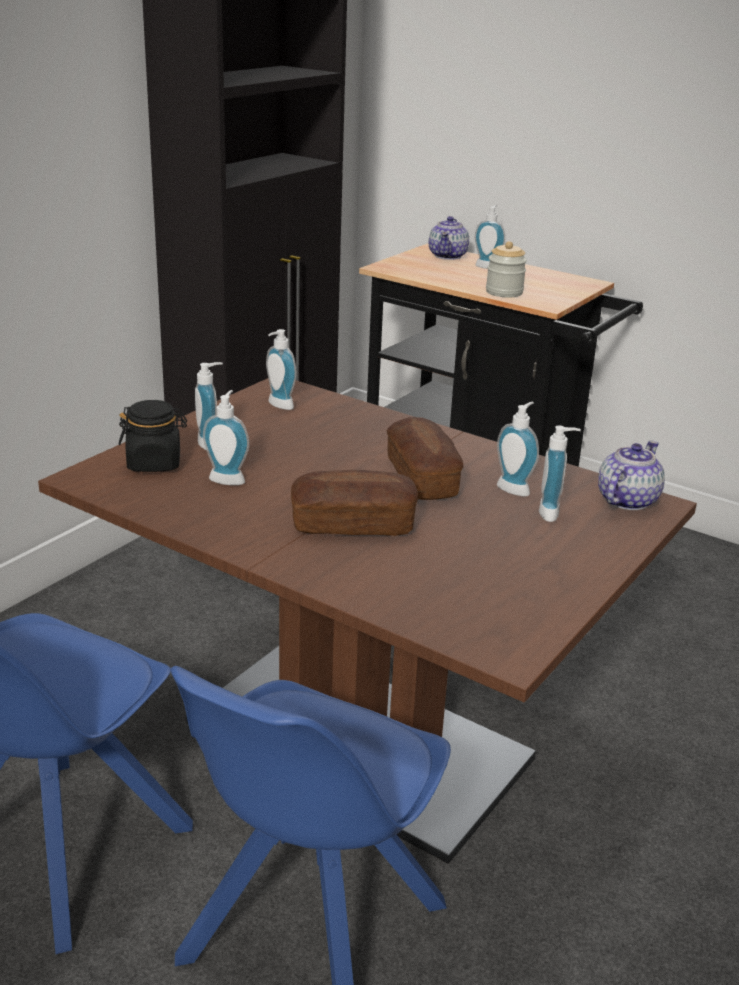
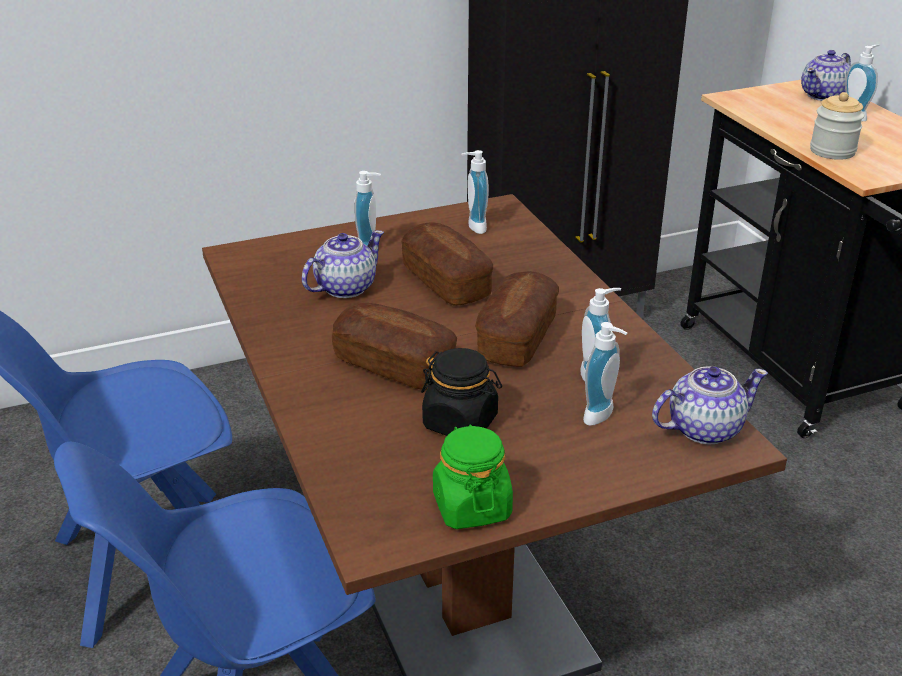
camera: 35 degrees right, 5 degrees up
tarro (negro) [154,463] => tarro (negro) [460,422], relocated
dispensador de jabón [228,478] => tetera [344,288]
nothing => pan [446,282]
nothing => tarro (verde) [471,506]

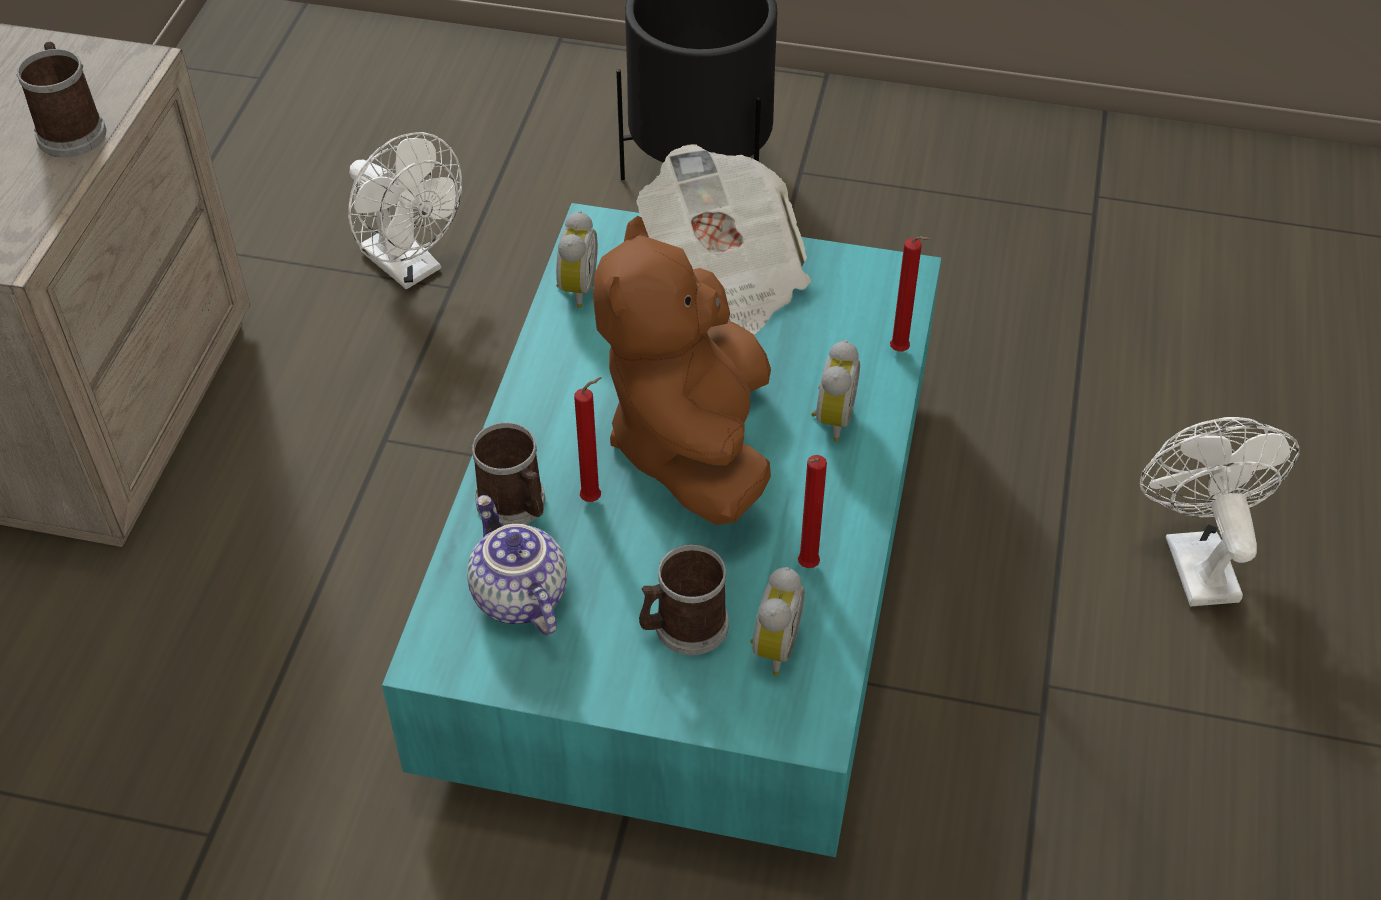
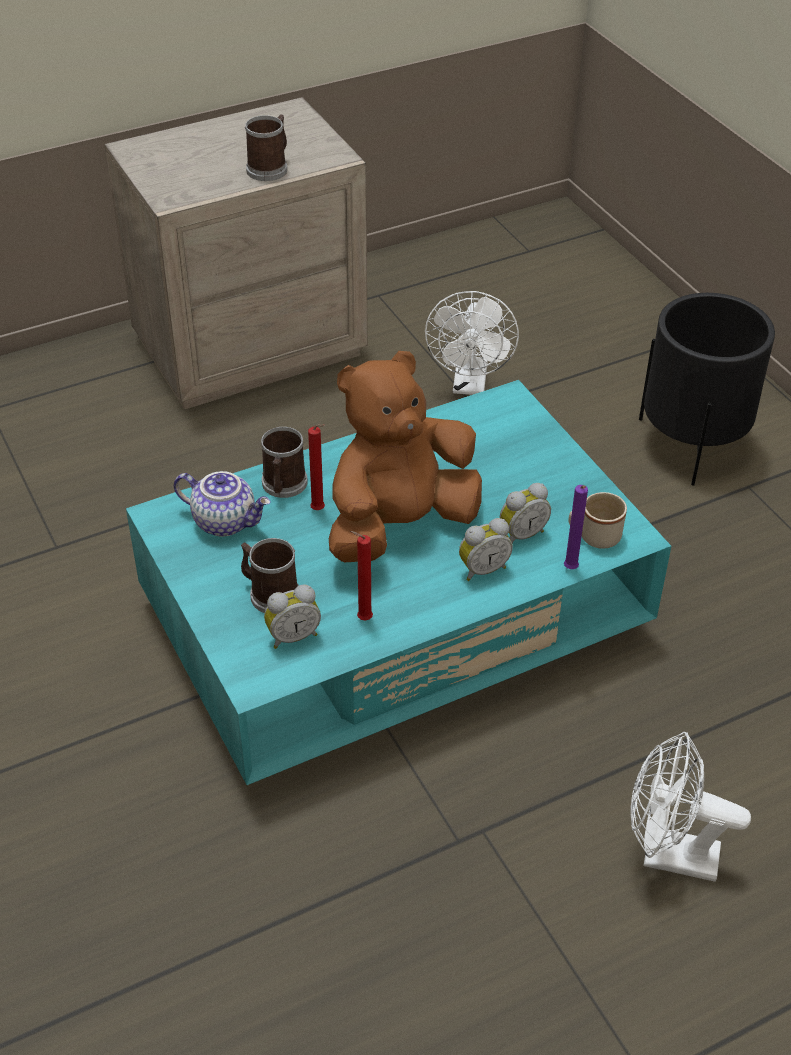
camera: 50 degrees right, 5 degrees down
tetera [517,596] => tetera [226,521], 90 degrees clockwise
despertador [574,288] => despertador [521,534], relocated
periódico [723,277] => nothing
vela (rojo) [901,352] => vela (morado) [570,570]
ventilador (blanco) [1195,558] => ventilador (blanco) [667,855], 120 degrees counterclockwise
nothing => taza grande (beis) [593,537]

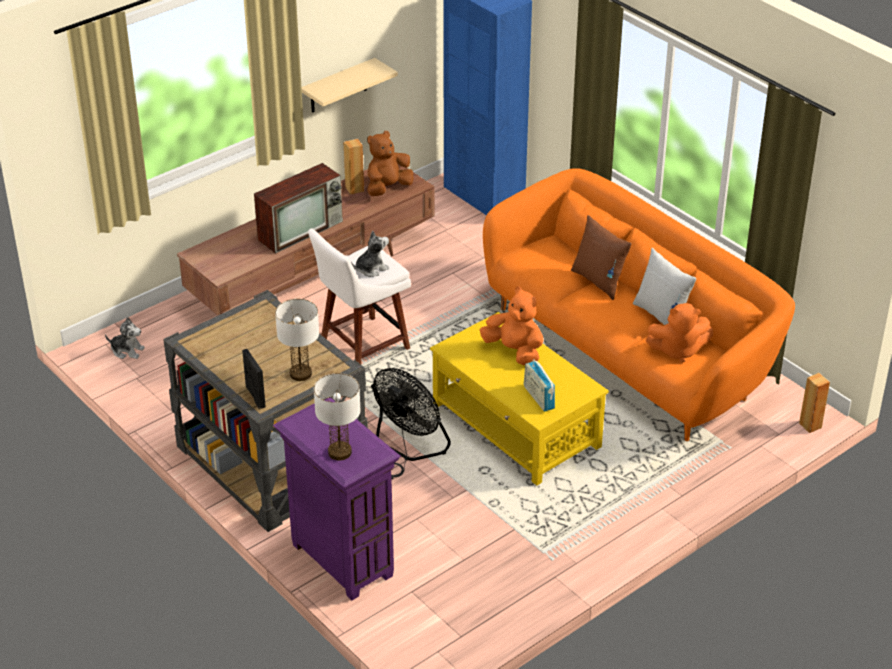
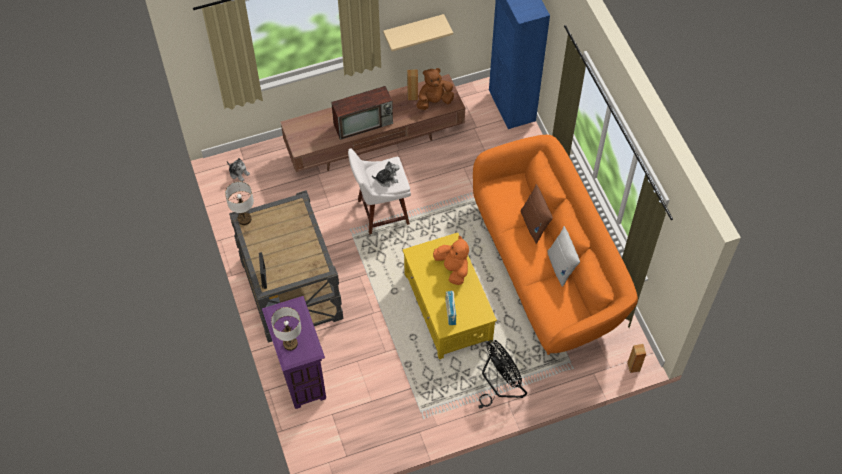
camera: 20 degrees right, 20 degrees up
lámpara de mesa [301,374] => lámpara de mesa [244,219], relocated
ventilador (negro) [403,447] => ventilador (negro) [498,383], relocated
peluche (naranja) [678,350] => nothing

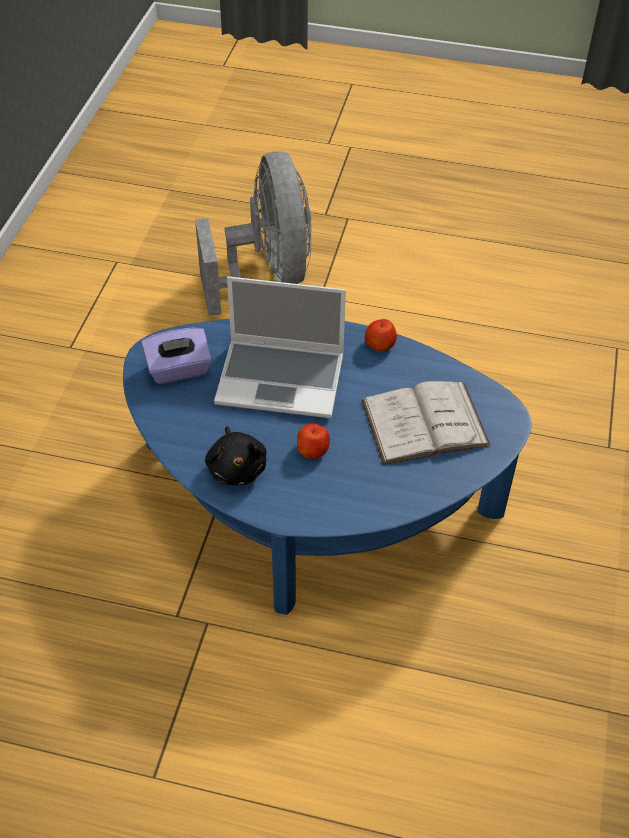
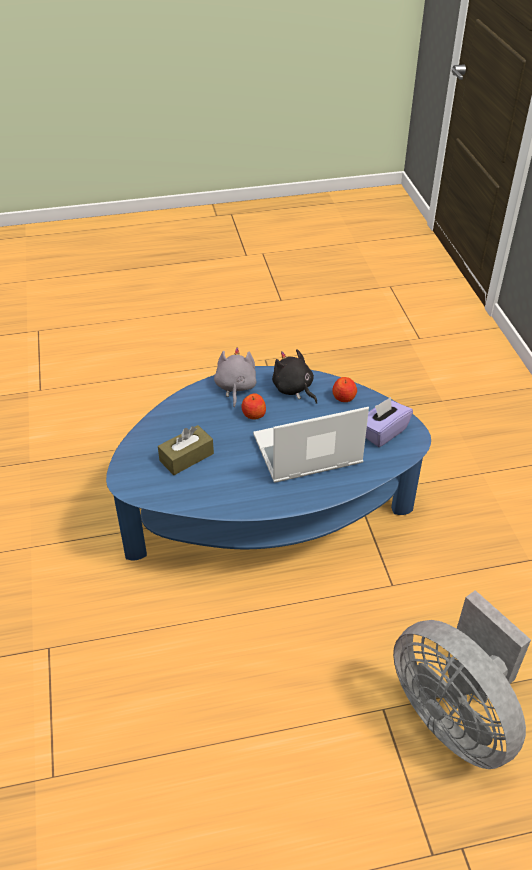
camera: 155 degrees right, 5 degrees down
libro (blanco) [424,423] => caja de pañuelos (marrón) [186,457]
manzana [380,344] => manzana [344,397], relocated
nothing => peluche (gris) [235,387]

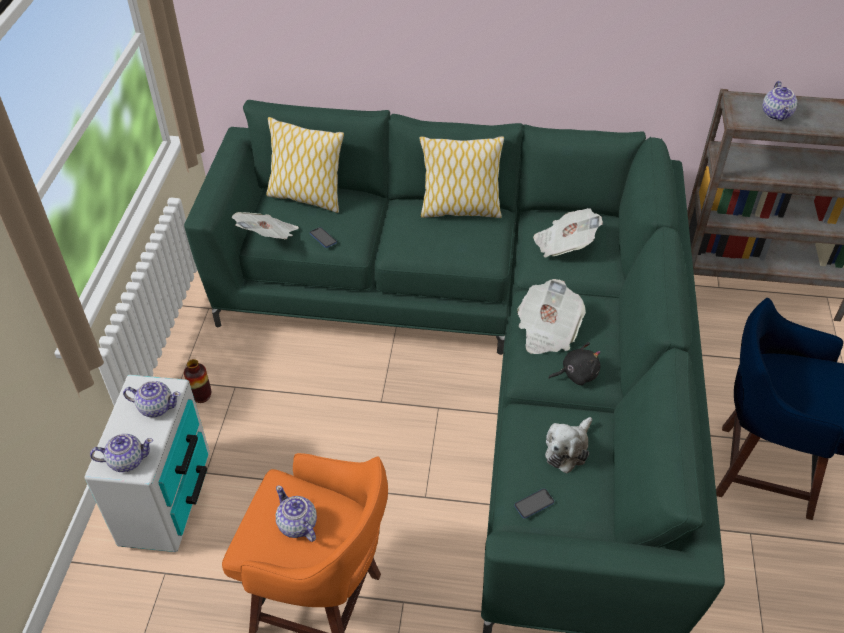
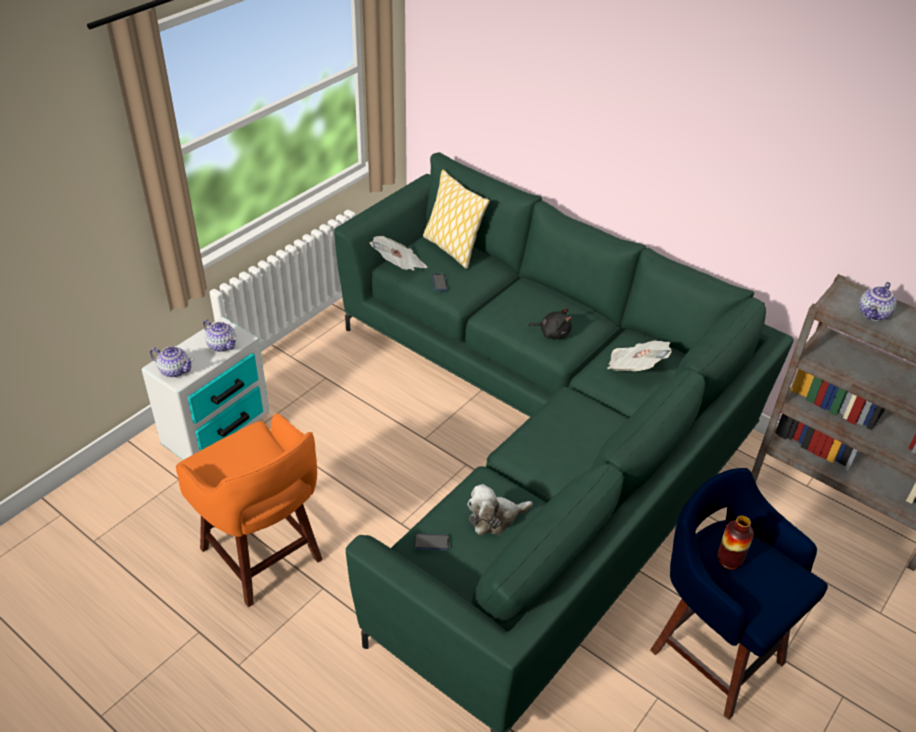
camera: 30 degrees right, 5 degrees down
florero [201,396] => florero [729,561], relocated
tetera [297,525] => nothing
cojín [460,210] => nothing
periódico [547,331] => nothing
peluche (negro) [576,374] => peluche (negro) [552,333], relocated

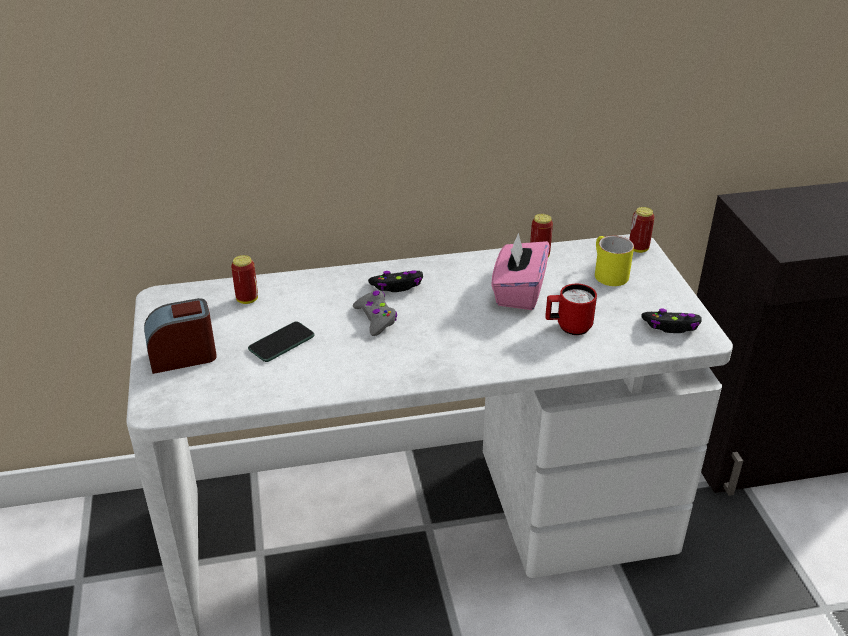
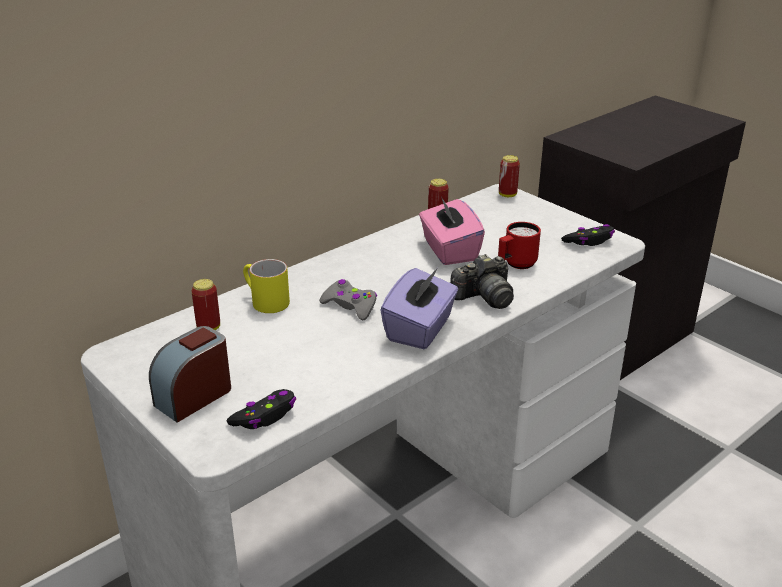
camera: 30 degrees left, 5 degrees down
móvil [281,343] => nothing
mando de consola (negro) [397,286] => mando de consola (negro) [265,416], relocated
taza grande (amarillo) [606,273] => taza grande (amarillo) [264,302], relocated
nothing => caja de pañuelos (morado) [420,329]
nothing => cámara [484,297]

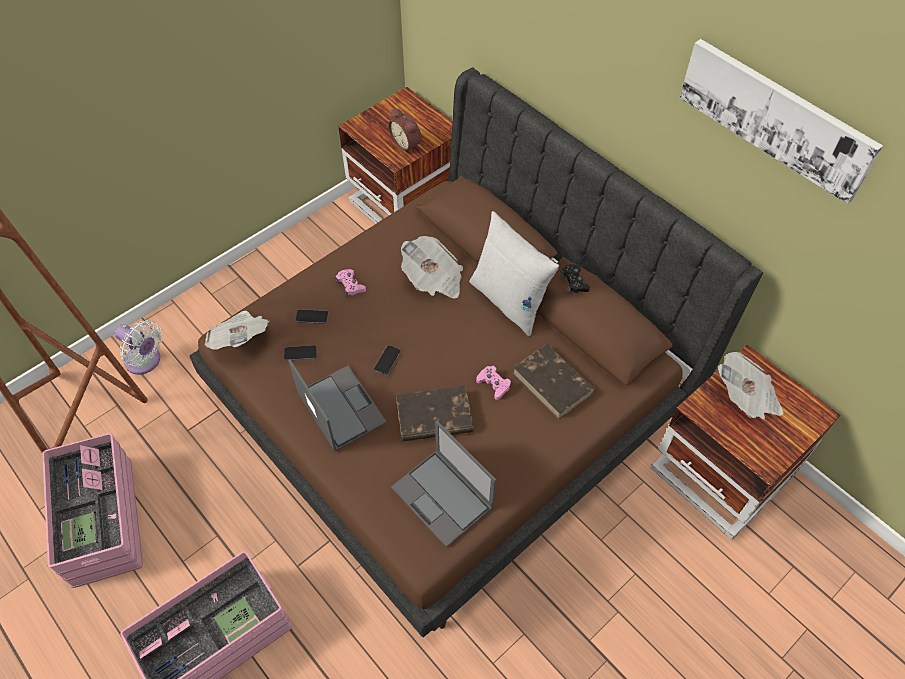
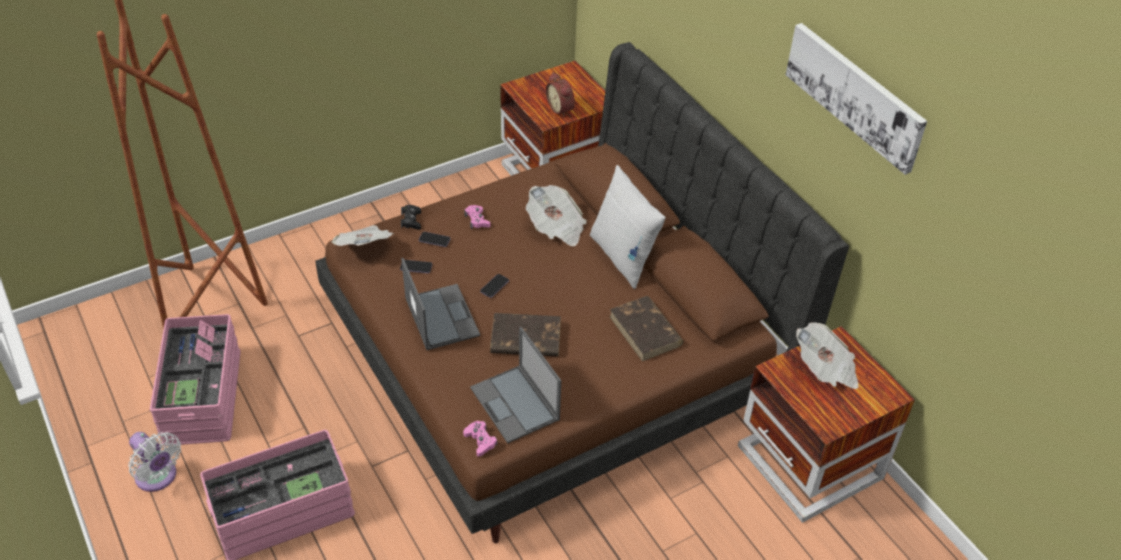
camera: 10 degrees right, 10 degrees down
ventilador (blanco) [145,361] => ventilador (blanco) [158,477], relocated
mando de consola (rosa) [494,384] => mando de consola (rosa) [480,441], relocated
mando de consola (negro) [574,282] => mando de consola (negro) [411,220], relocated

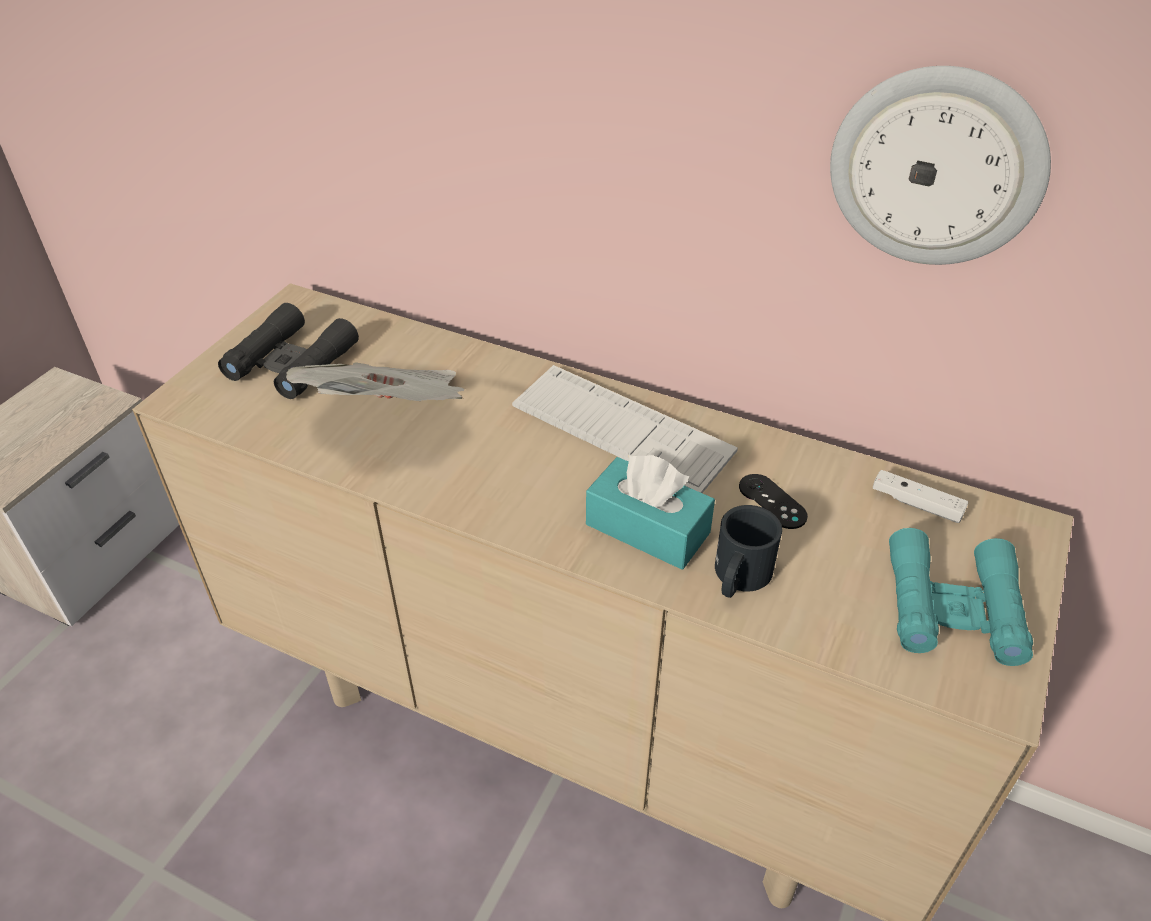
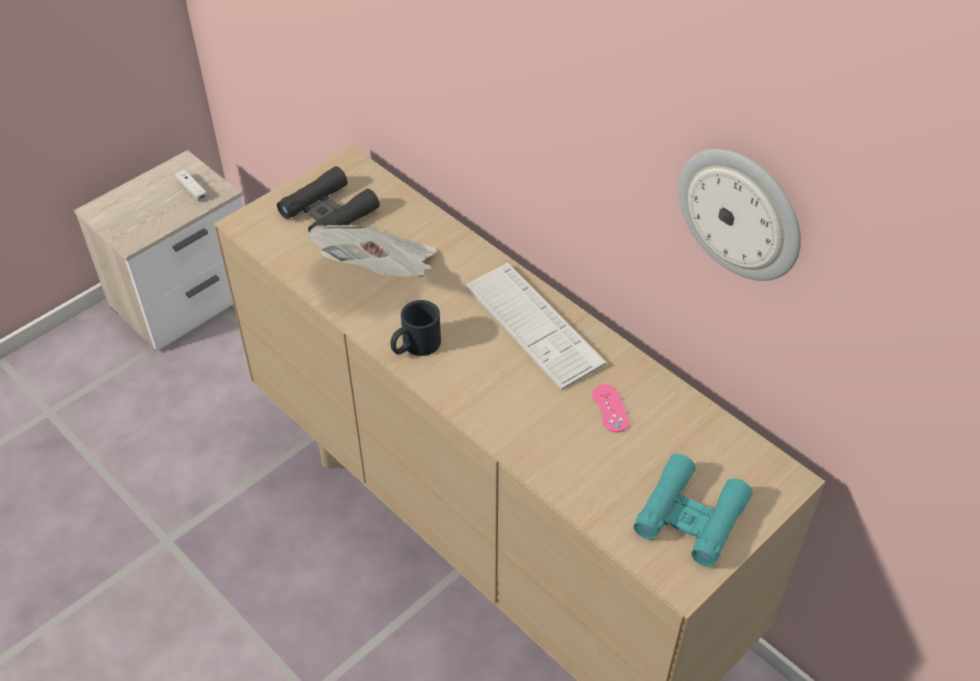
camera: 20 degrees right, 5 degrees up
caja de pañuelos (turquesa) [647,528] => nothing
taza grande (negro) [738,578] => taza grande (negro) [415,346], relocated
mando de consola (negro) [772,501] => mando de consola (rosa) [610,408]
mando de consola (blanco) [916,504] => mando de consola (blanco) [192,189], relocated

